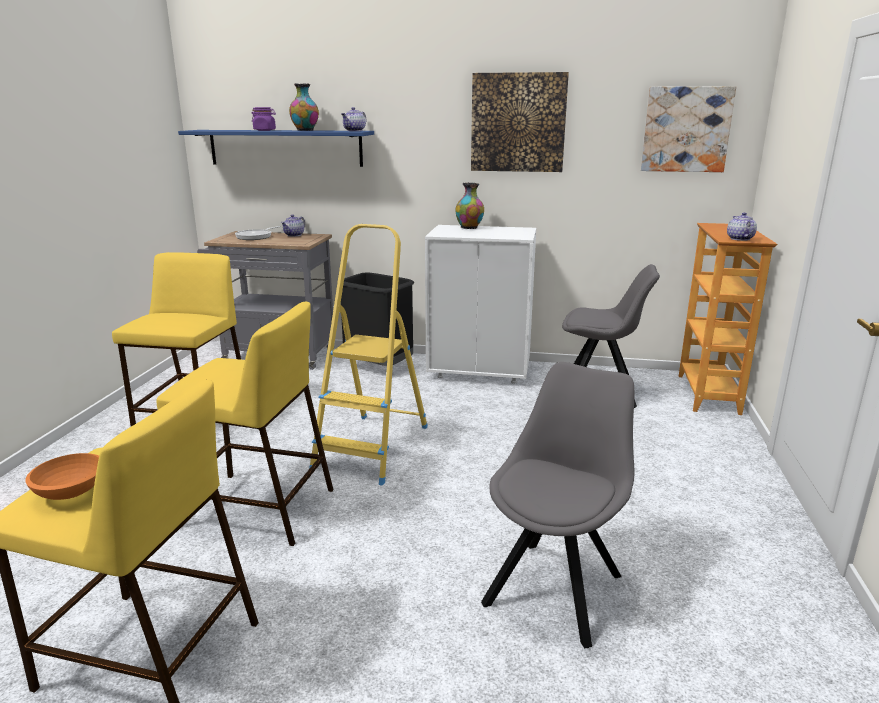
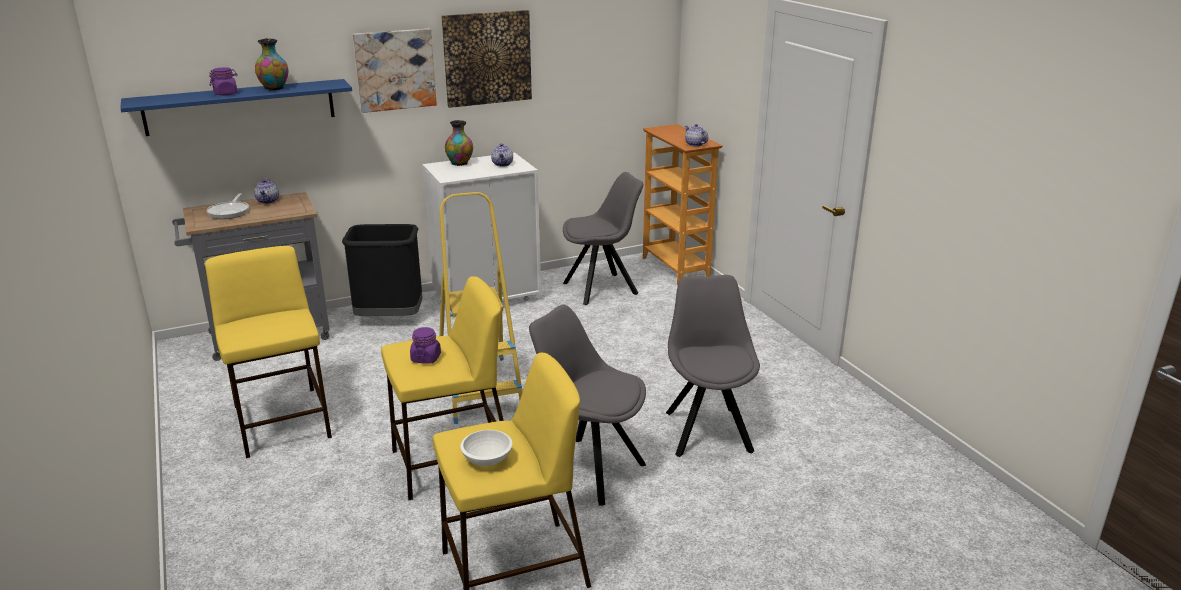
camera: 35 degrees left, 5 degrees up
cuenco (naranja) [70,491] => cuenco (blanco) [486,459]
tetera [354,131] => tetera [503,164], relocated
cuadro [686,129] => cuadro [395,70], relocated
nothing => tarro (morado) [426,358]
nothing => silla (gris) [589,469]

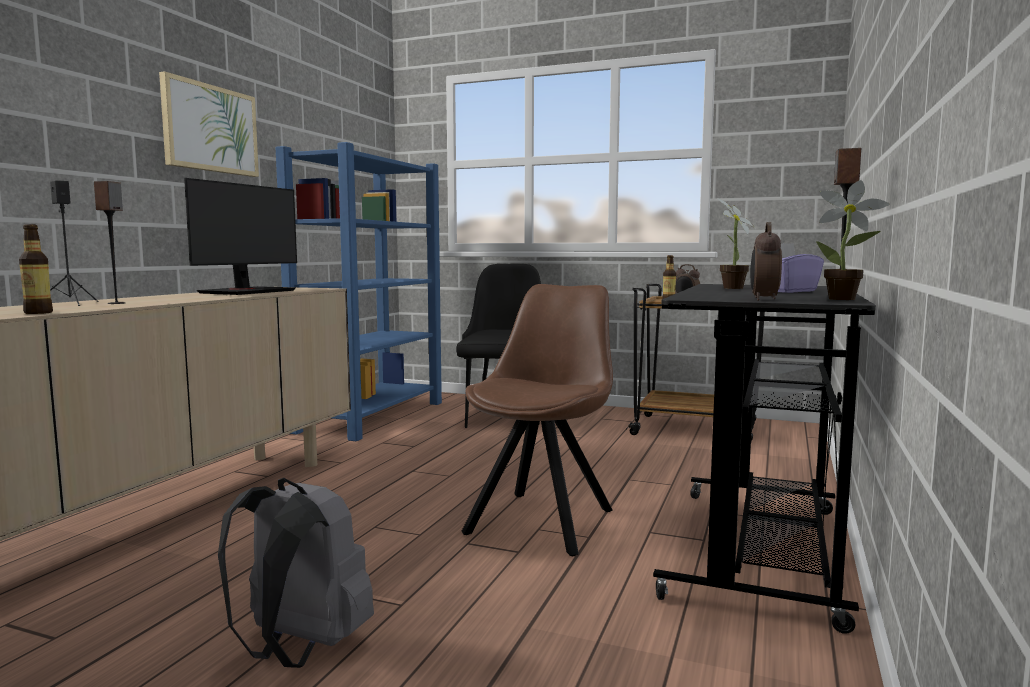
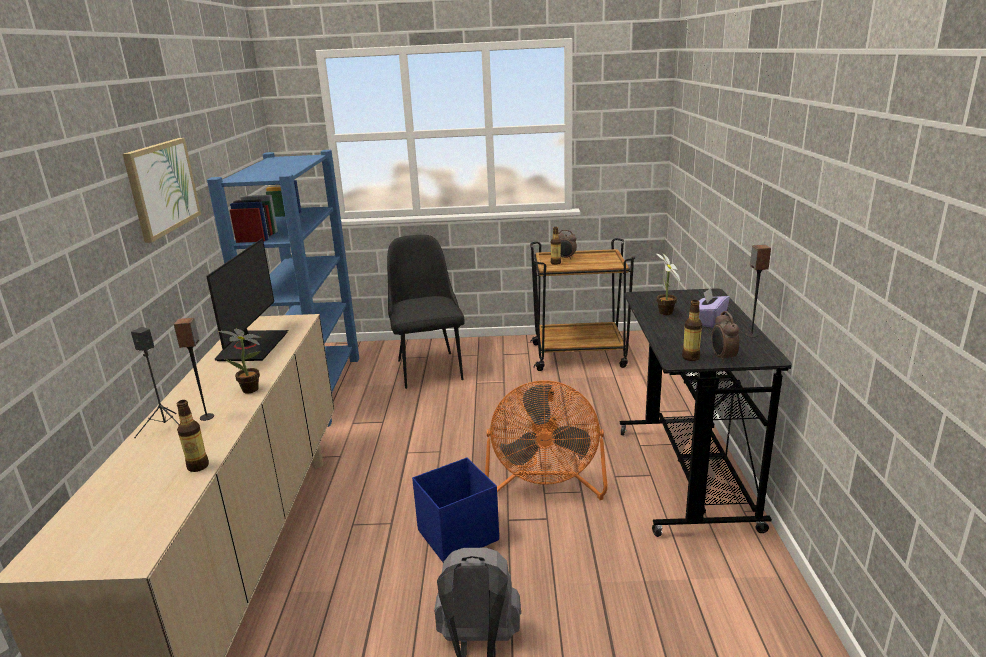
camera: 20 degrees left, 15 degrees up
silla (marrón) [542,521] => ventilador (naranja) [541,484]
planta en maceta [846,299] => planta en maceta [252,390], relocated
nothing => caja de almacenaje (azul) [456,535]
nothing => botella [690,357]

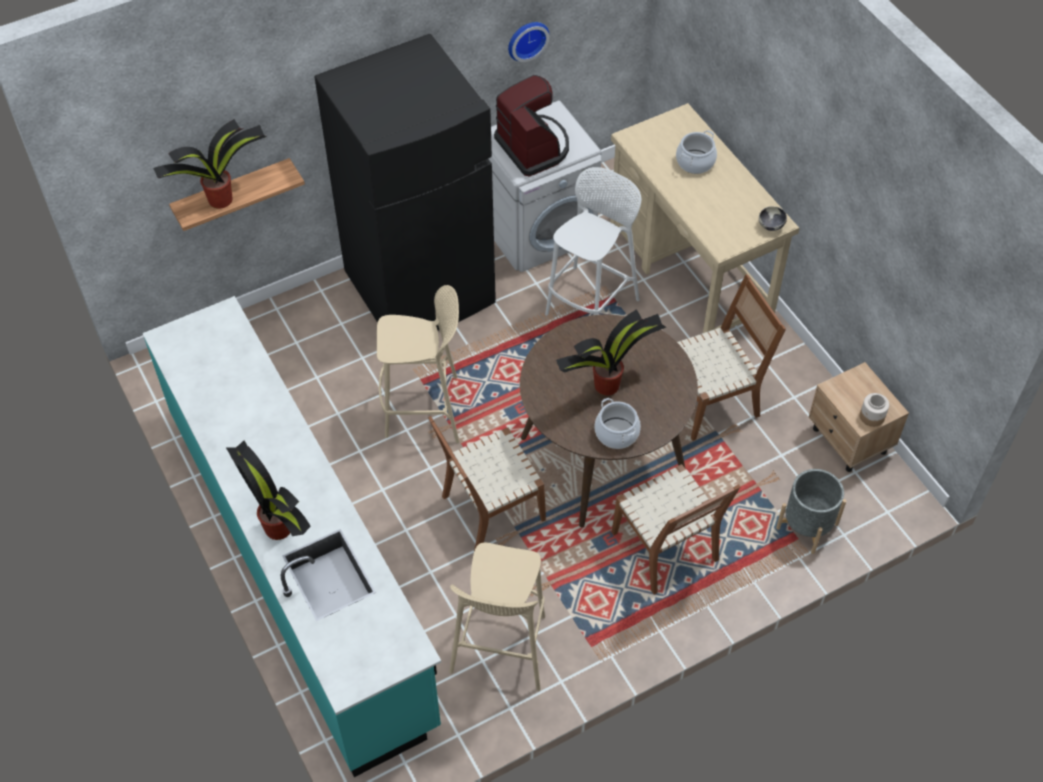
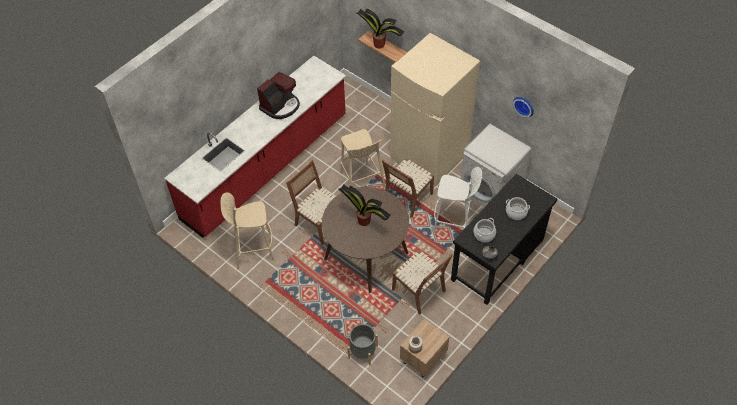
camera: 70 degrees right, 0 degrees up
mueble bajo de cocina (turquesa) [300,564] => mueble bajo de cocina (rojo) [266,167]
planta en maceta [277,526] => nothing
nevera (negro) [420,287] => nevera (beis) [429,156]
cafetera [533,147] => cafetera [280,106], relocated
olla [617,433] => olla [484,234], relocated
escritorio (beis) [691,271] => escritorio (negro) [498,260]
silla [666,551] => silla [407,198], relocated

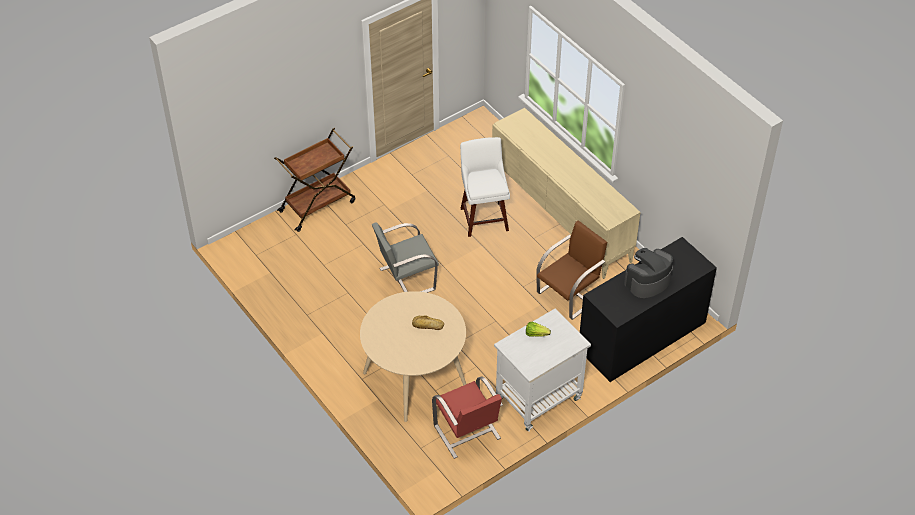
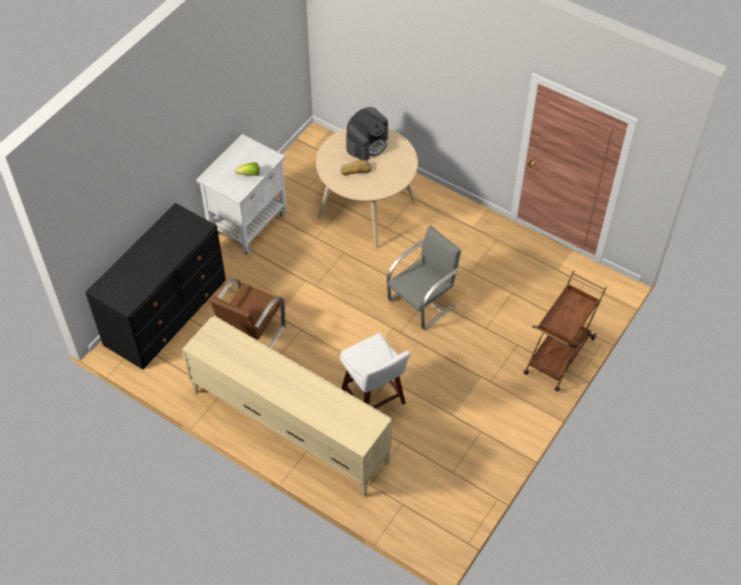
camera: 160 degrees right, 5 degrees up
silla (rojo) [467,433] => nothing
cafetera [647,281] => cafetera [367,144], relocated

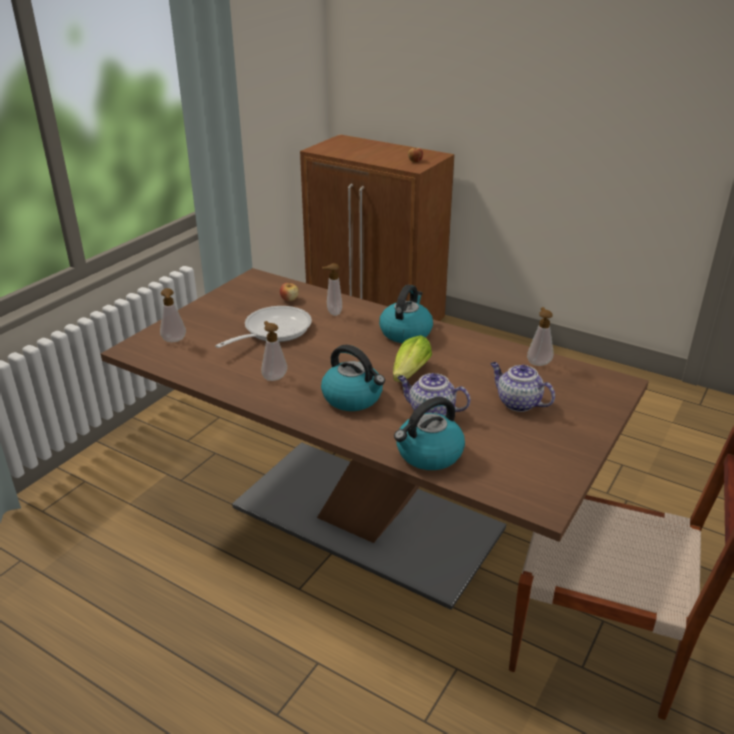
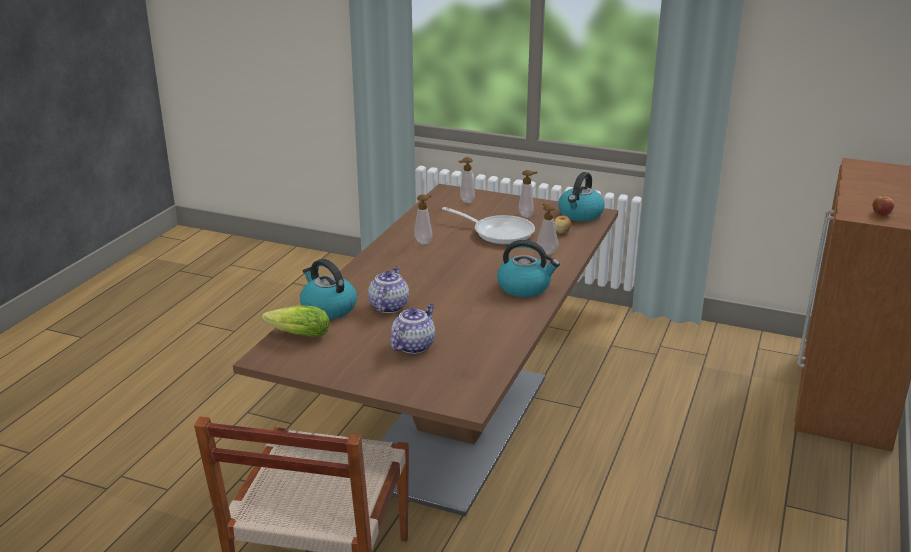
camera: 80 degrees right, 5 degrees down
hervidor [353,398] => hervidor [580,215], relocated
lechuga [408,375] => lechuga [296,335], relocated
dispensador de jabón [538,362] => dispensador de jabón [527,215], relocated

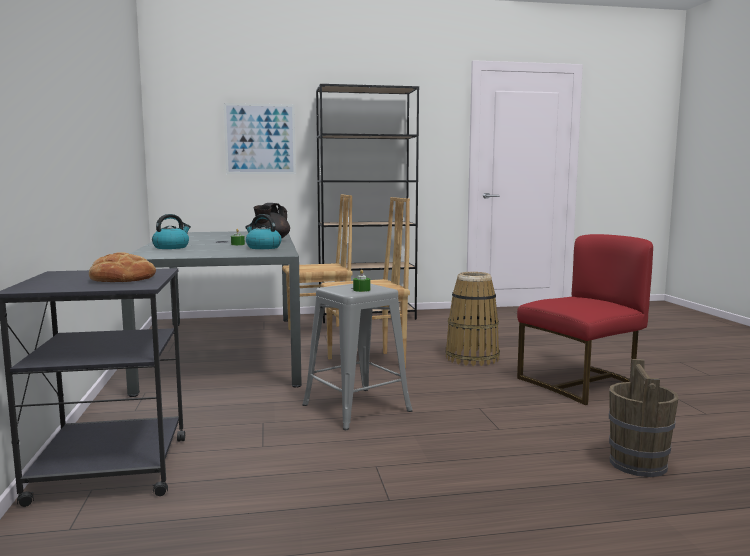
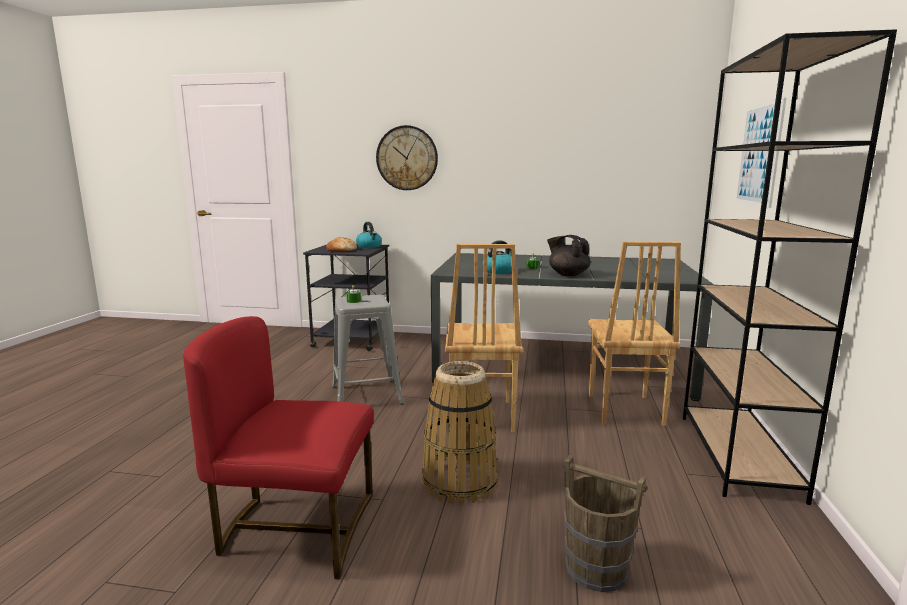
camera: 110 degrees right, 5 degrees up
hervidor [171,247] => hervidor [369,246], relocated
silla (rojo) [581,383] => silla (rojo) [296,529], 105 degrees clockwise
cubo (marrón) [638,464] => cubo (marrón) [595,568], relocated
nothing => reloj de pared [407,158]

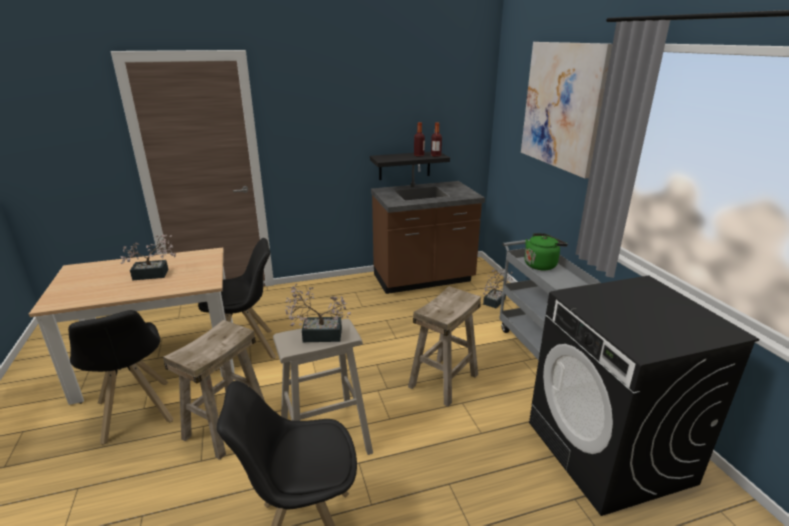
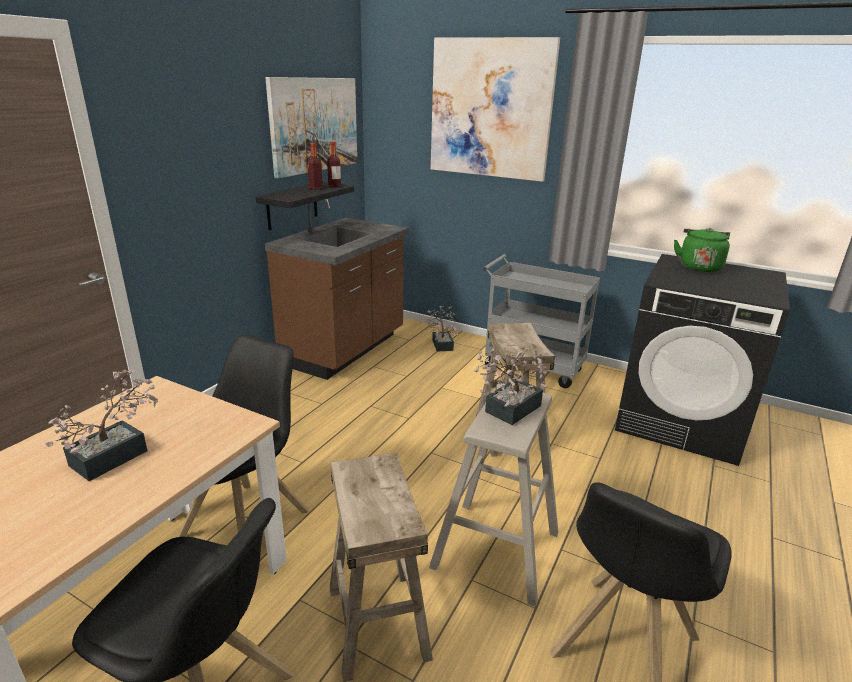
camera: 45 degrees left, 0 degrees up
hervidor (verde) [541,264] => hervidor (verde) [699,267], relocated
nothing => cuadro [314,125]

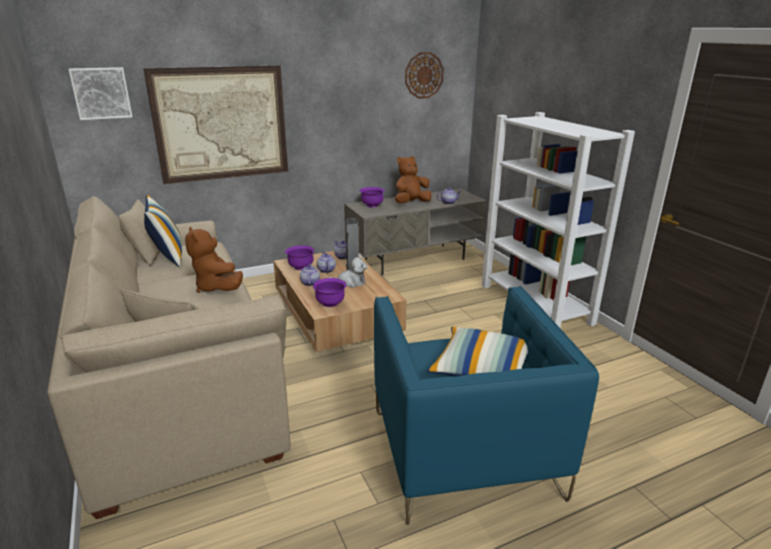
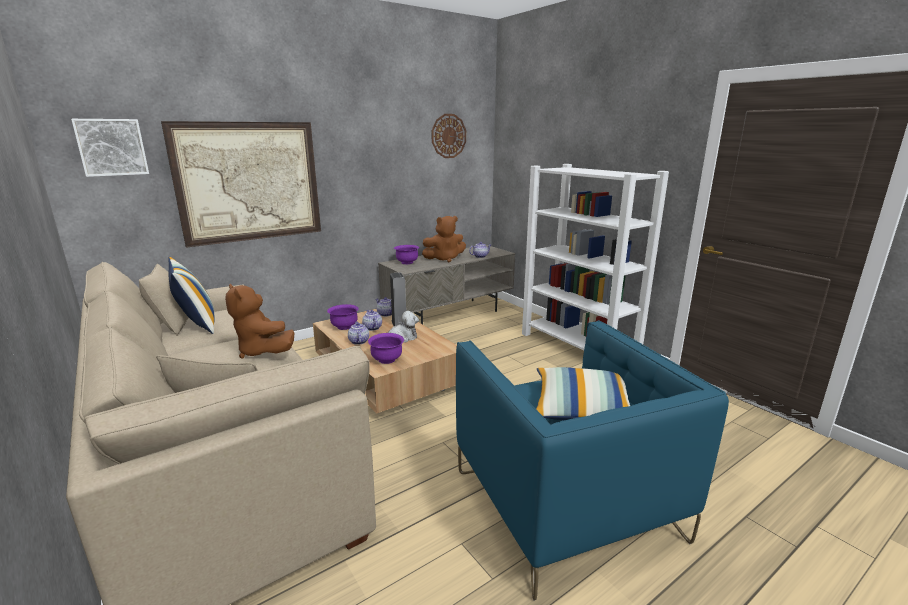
camera: 10 degrees left, 5 degrees down
peluche (marrón) [411,203] => peluche (marrón) [444,259], 150 degrees counterclockwise

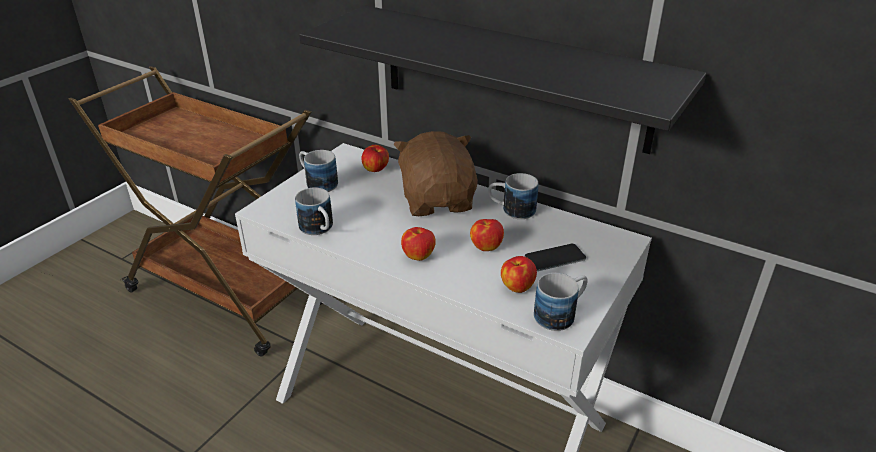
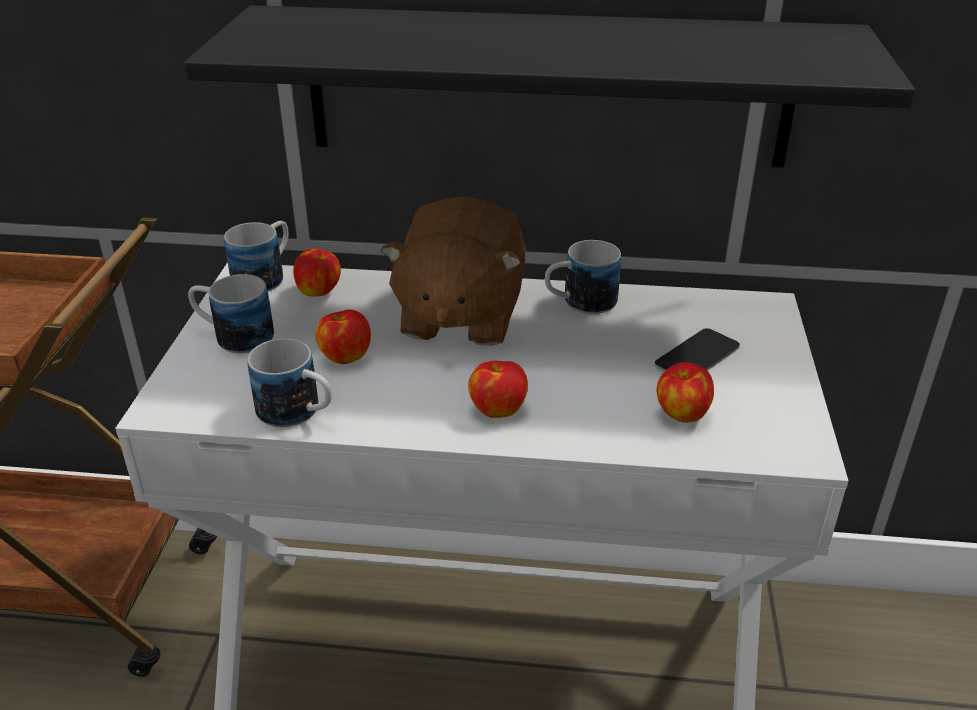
camera: 25 degrees left, 0 degrees up
peluche (marrón) [438,201] => peluche (marrón) [459,316], 135 degrees counterclockwise
manzana [486,246] => manzana [345,356], relocated
taza grande [561,314] => taza grande [266,276], relocated

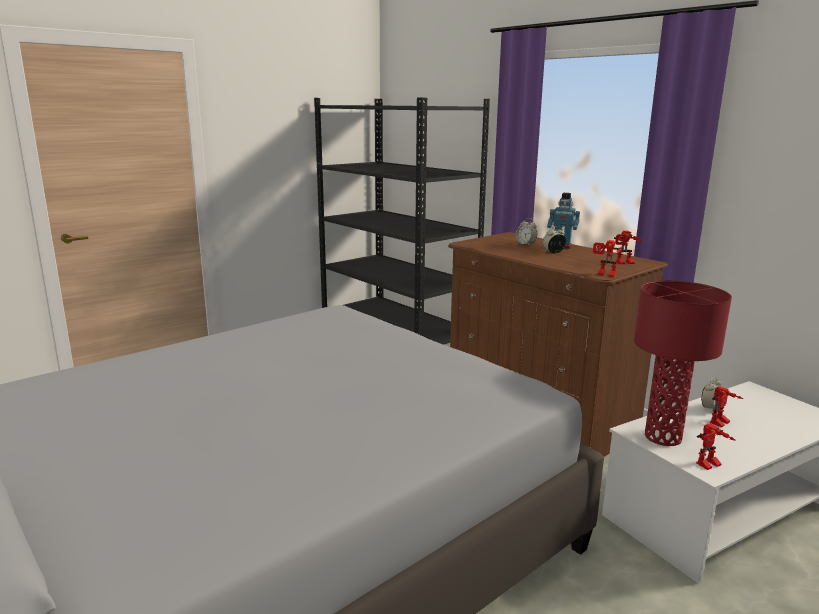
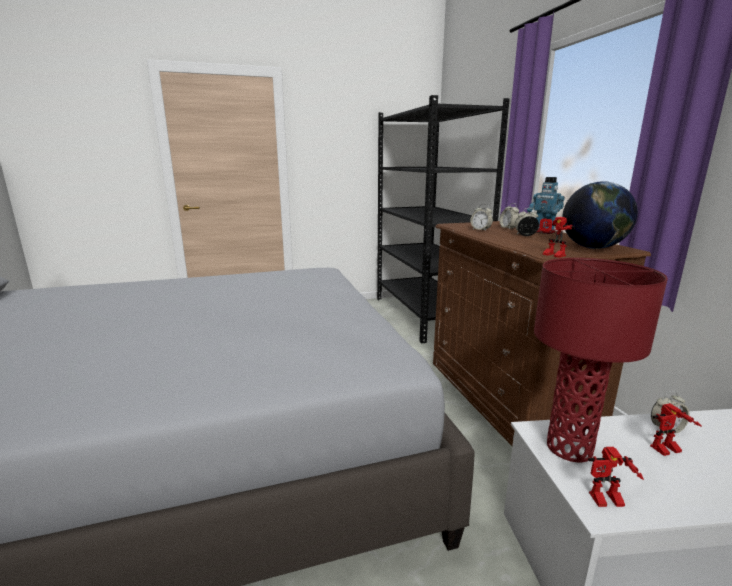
camera: 25 degrees right, 0 degrees up
robot de juguete [624,263] => globo terráqueo [593,248]
nothing => despertador [480,230]

